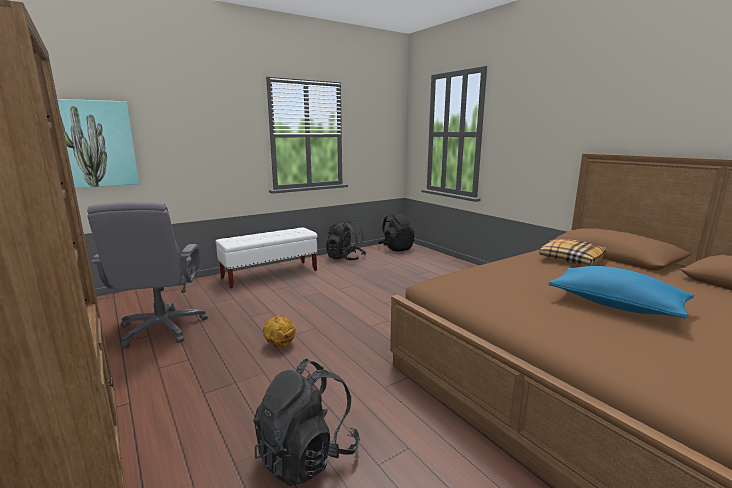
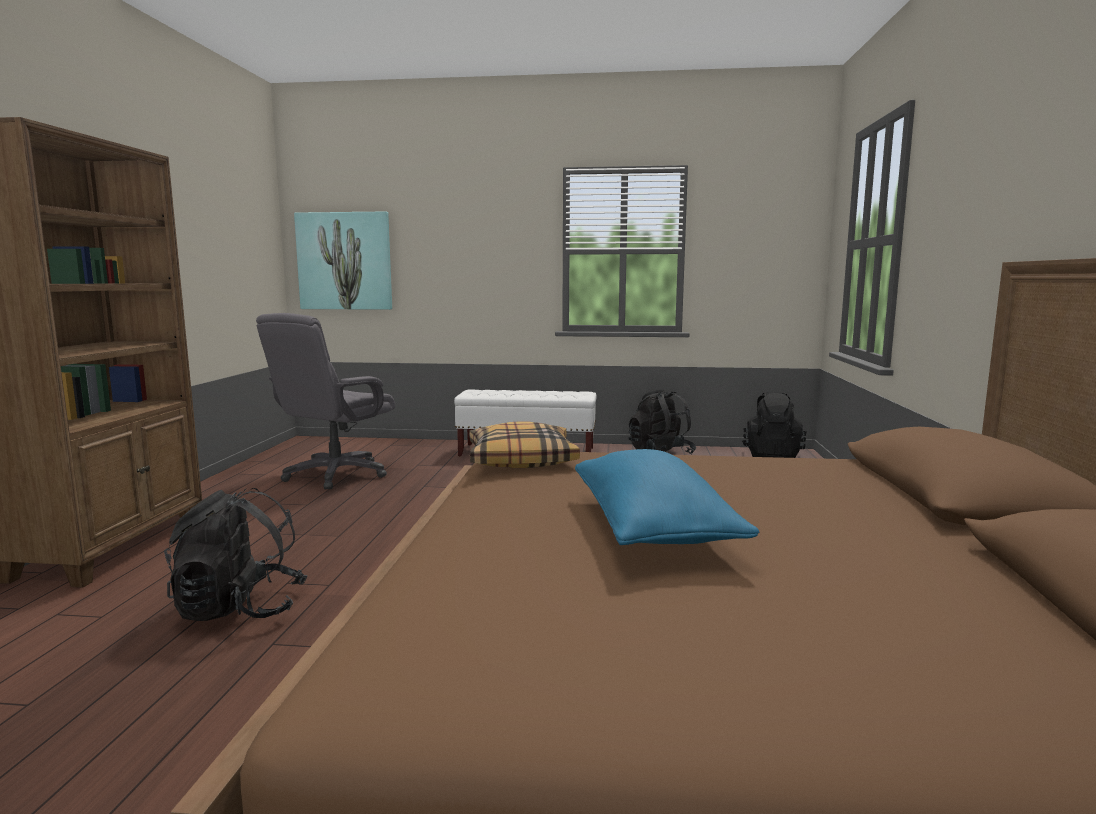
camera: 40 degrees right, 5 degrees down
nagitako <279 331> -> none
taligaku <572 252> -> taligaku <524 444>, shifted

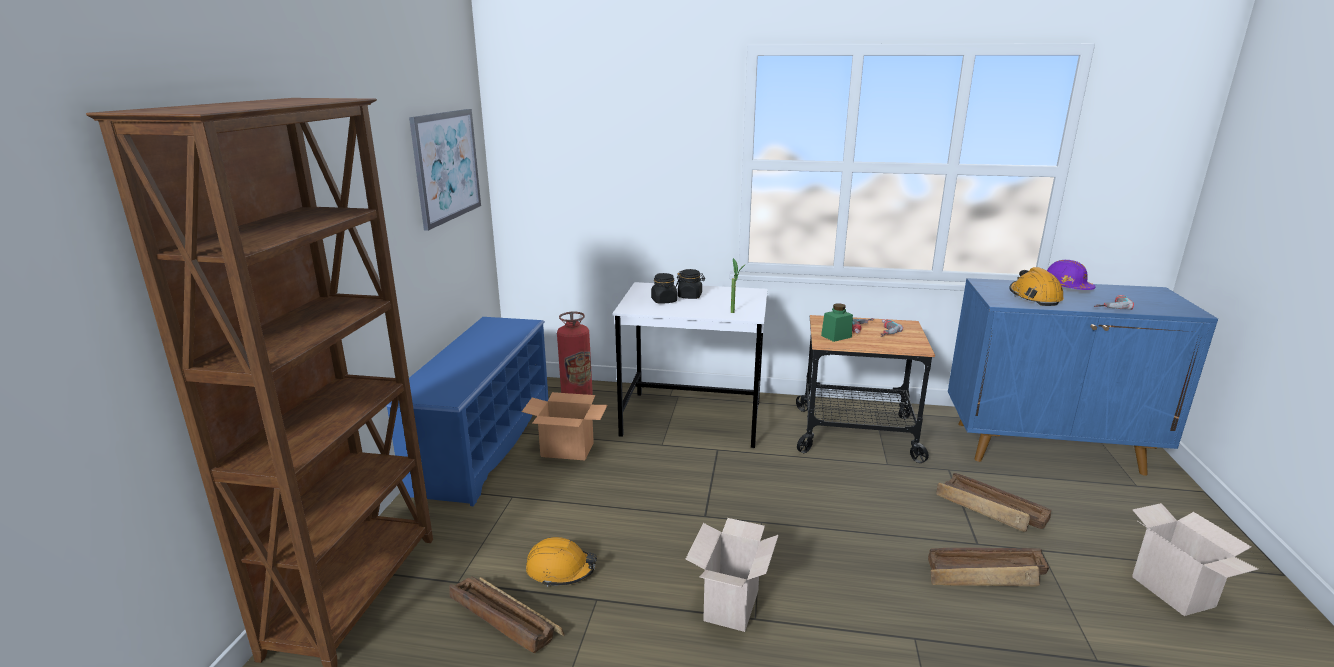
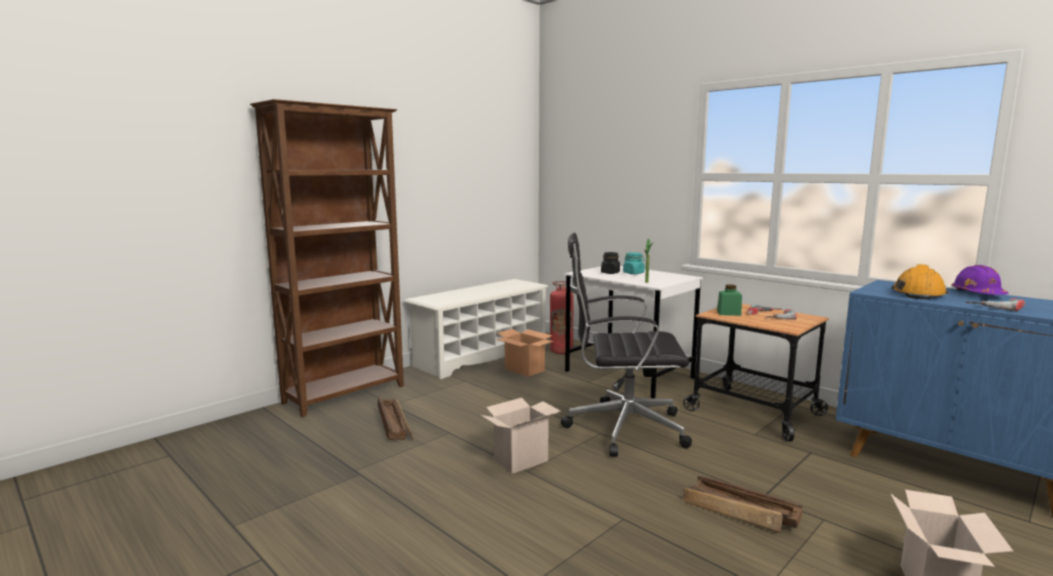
camera: 35 degrees right, 10 degrees down
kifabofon <445 170> -> none
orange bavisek <561 562> -> none
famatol <994 502> -> none
none -> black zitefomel <626 345>
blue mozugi <466 411> -> white mozugi <476 329>
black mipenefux <690 284> -> turquoise mipenefux <634 263>

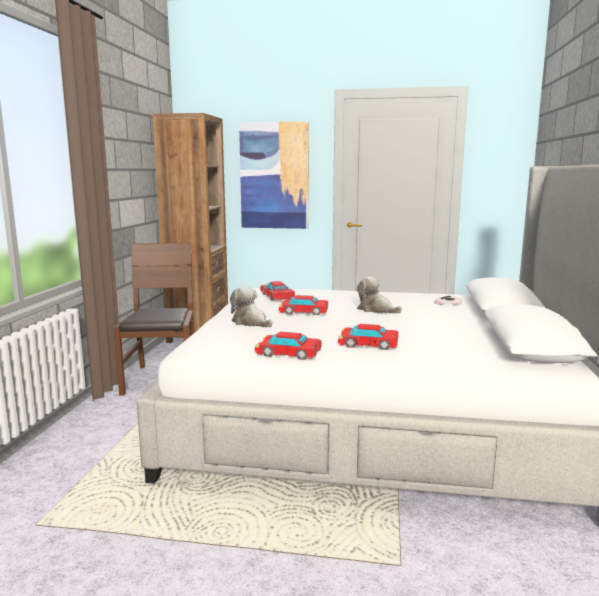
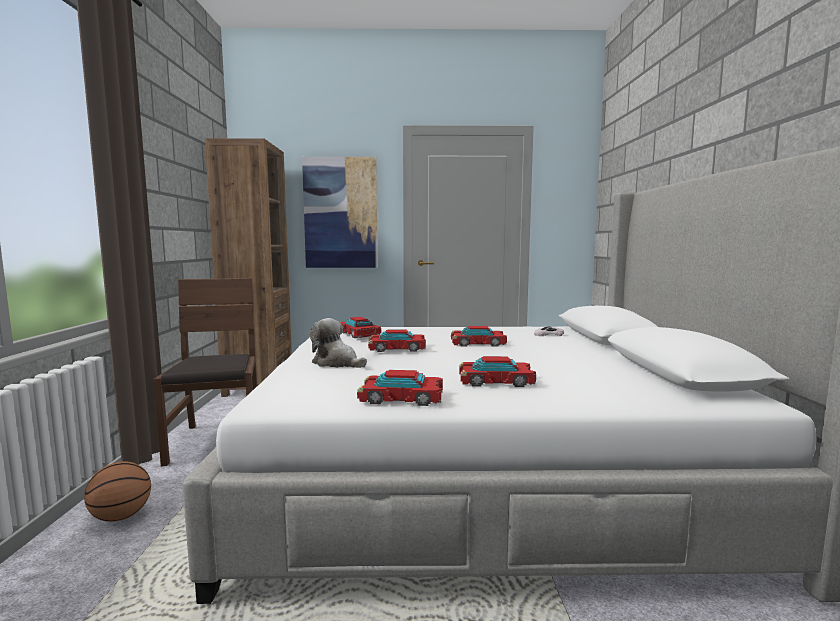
camera: 10 degrees left, 5 degrees down
none -> nagitako <117 491>
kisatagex <379 295> -> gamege <479 336>

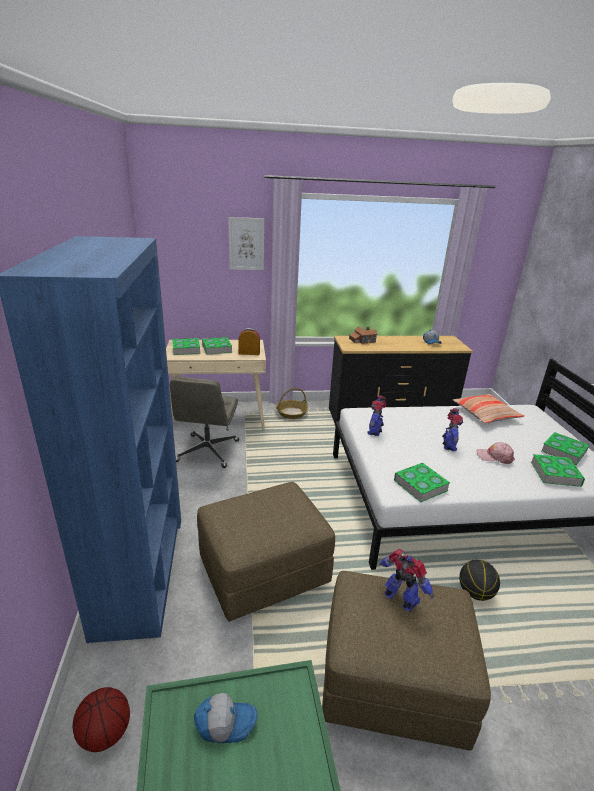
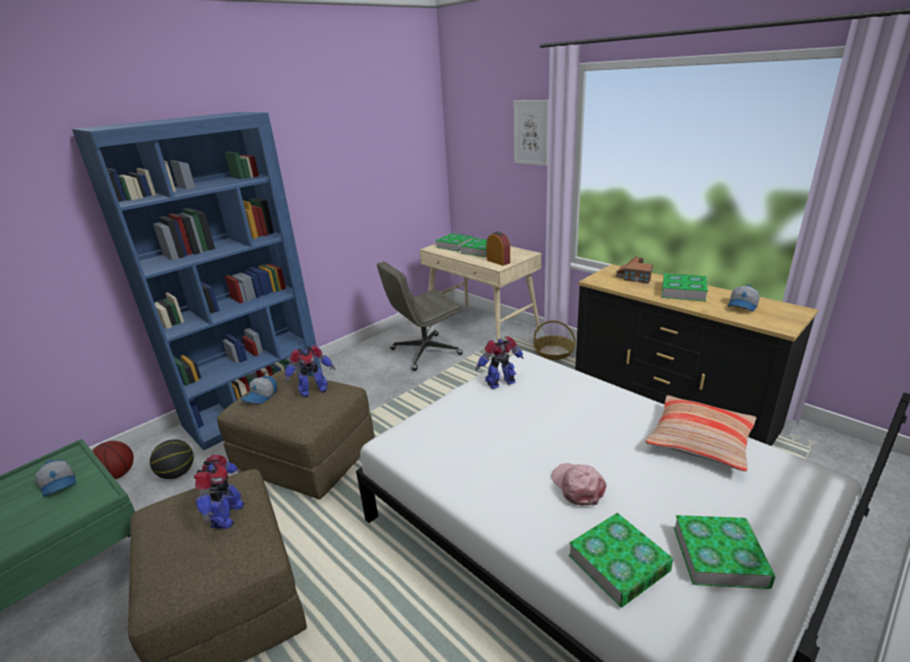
camera: 55 degrees right, 0 degrees up
none -> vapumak <259 389>
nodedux <422 482> -> nodedux <685 287>, shifted
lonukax <452 429> -> lonukax <310 371>, shifted
nagitako <479 580> -> nagitako <172 459>, shifted

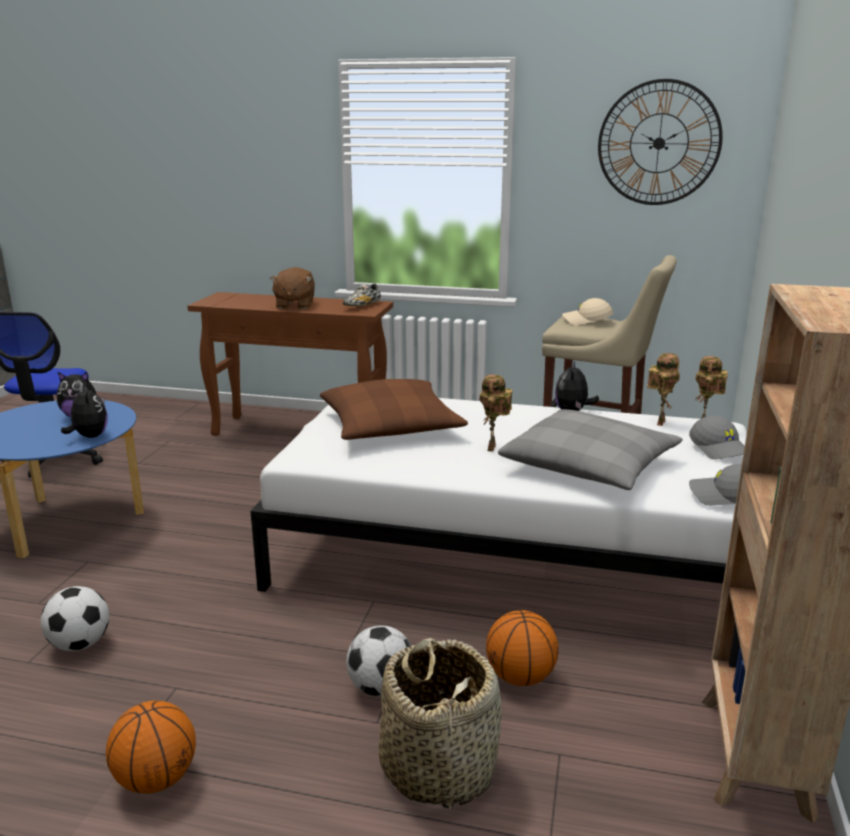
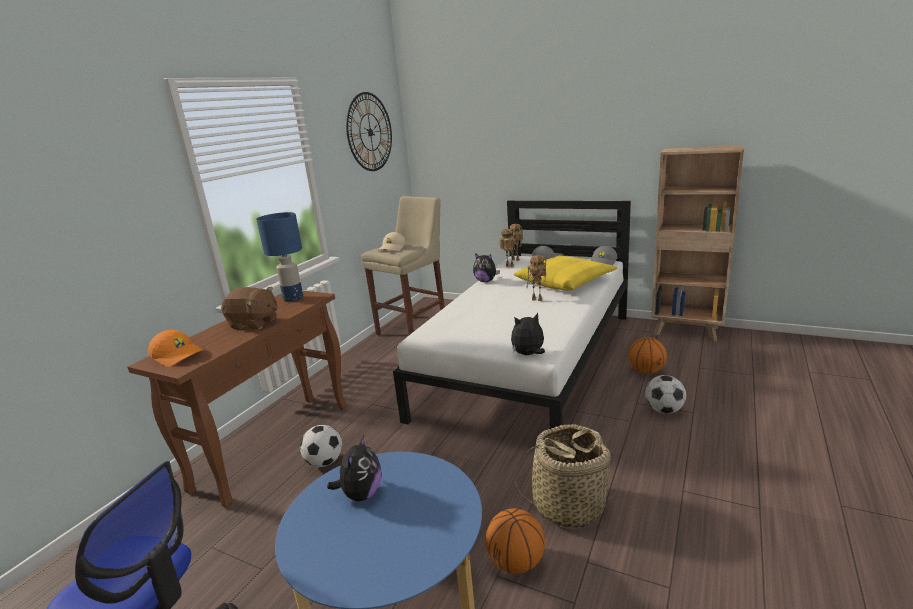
camera: 75 degrees left, 0 degrees up
brown taligaku <394 409> -> none
none -> orange vapumak <176 348>
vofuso <75 618> -> vofuso <321 446>, shifted
kisatagex <84 411> -> kisatagex <528 334>, shifted
nagitako <151 747> -> nagitako <515 541>, shifted
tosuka <440 724> -> tosuka <565 476>, shifted
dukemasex <362 295> -> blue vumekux <279 257>
grey taligaku <590 449> -> yellow taligaku <565 273>

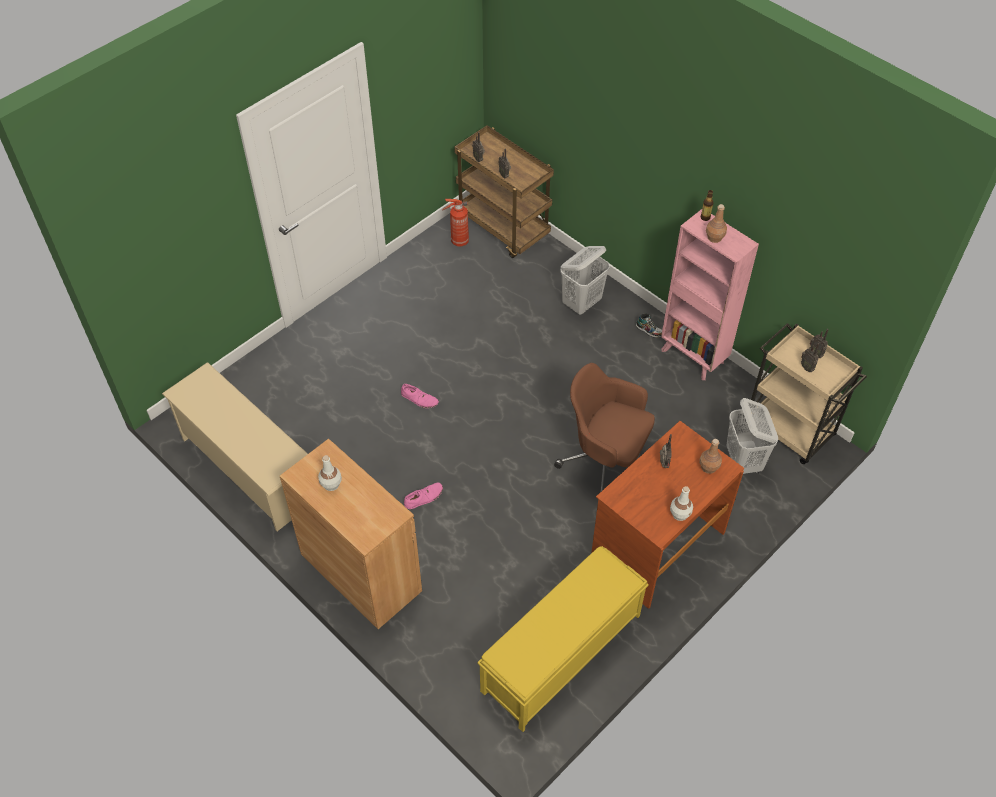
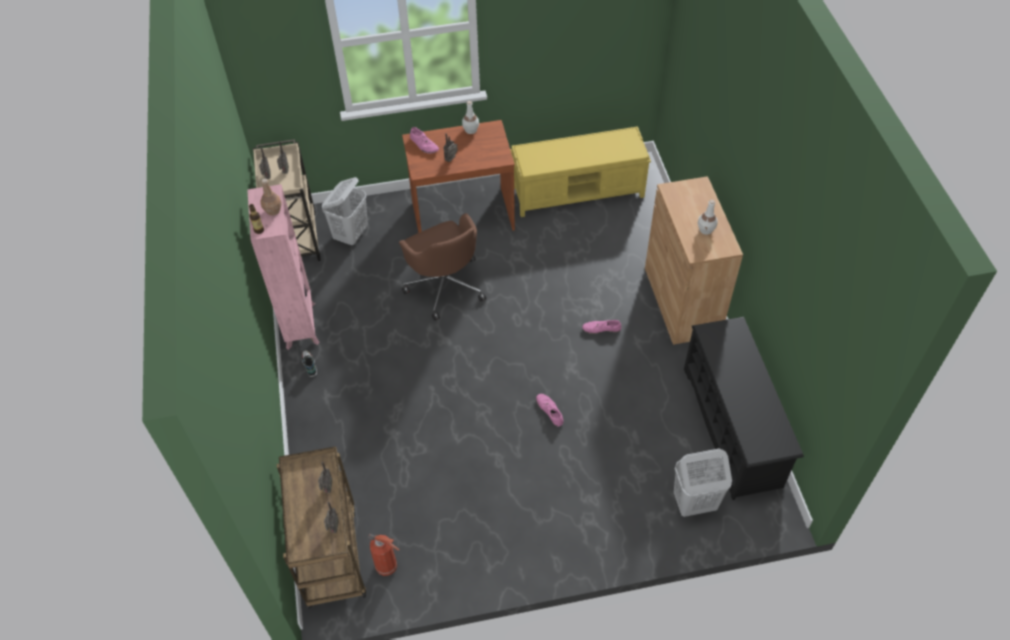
camera: 145 degrees left, 0 degrees up
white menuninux <585 280> -> white menuninux <703 483>, shifted
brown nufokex <710 456> -> pink dukemasex <424 140>
beige mozugi <235 446> -> black mozugi <744 408>

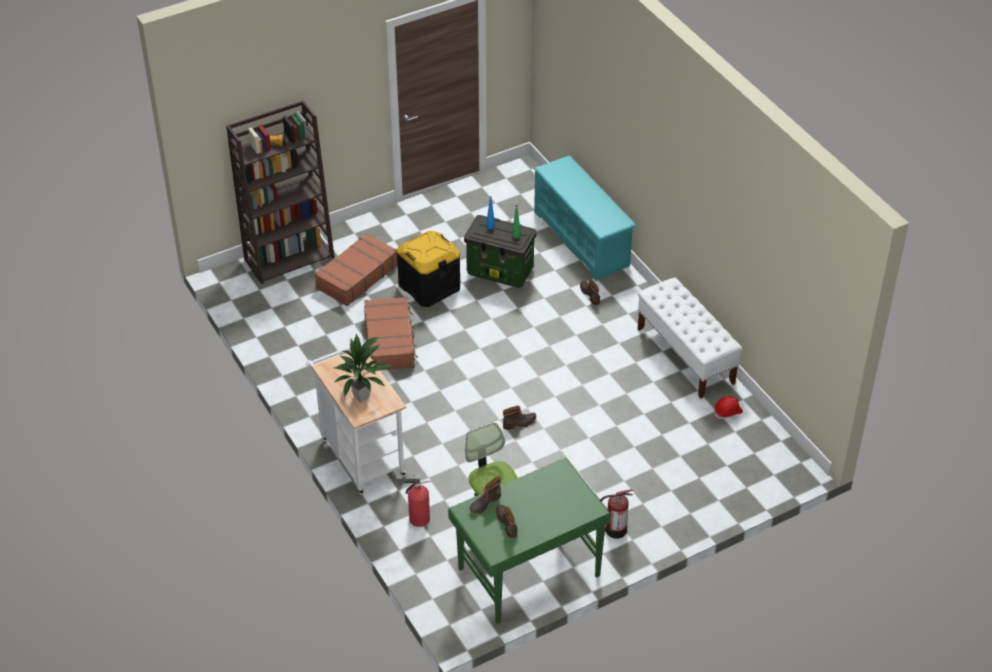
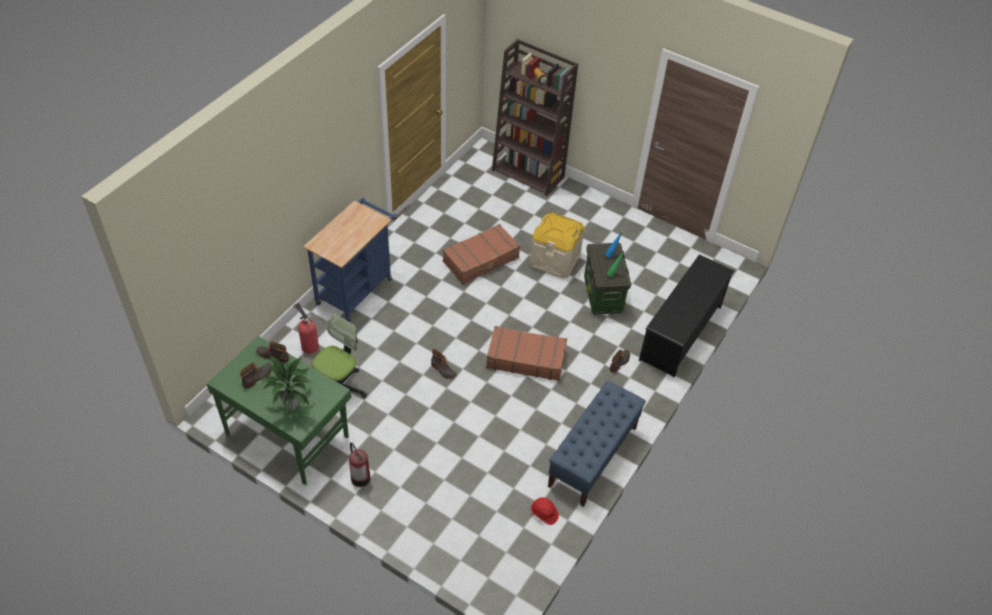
camera: 60 degrees right, 5 degrees up
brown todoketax <356 269> -> brown todoketax <526 353>, shifted
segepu <363 367> -> segepu <284 384>, shifted
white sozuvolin <356 420> -> blue sozuvolin <350 260>
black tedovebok <428 269> -> beige tedovebok <557 245>
turquoise mozugi <585 218> -> black mozugi <686 315>
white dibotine <690 338> -> blue dibotine <597 444>

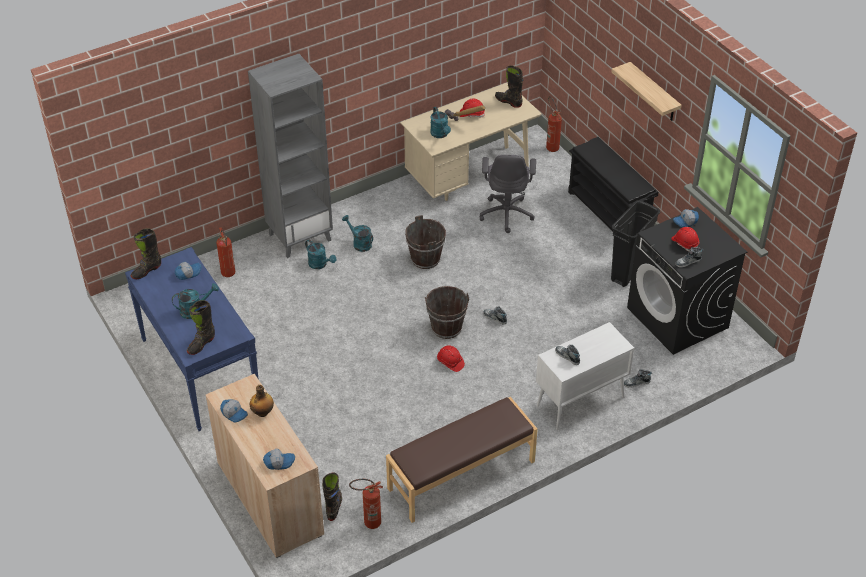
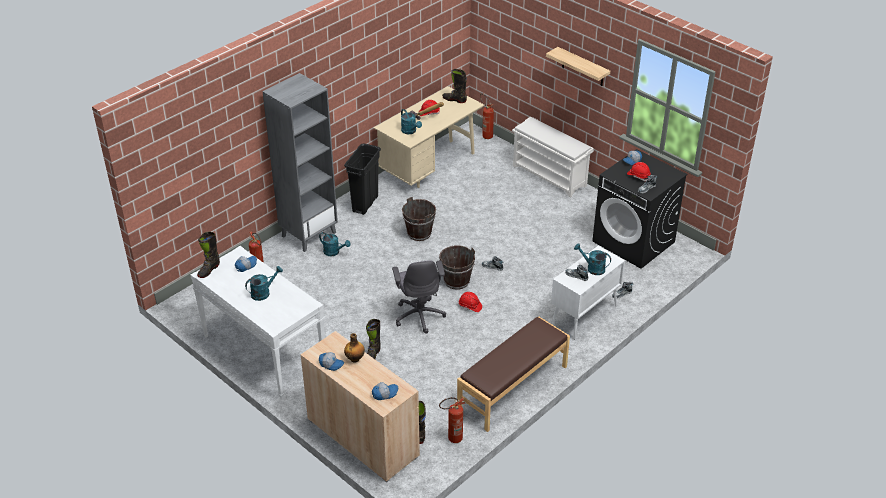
camera: 15 degrees left, 5 degrees down
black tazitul <201 327> -> black tazitul <373 339>, shifted
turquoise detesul <357 233> -> turquoise detesul <592 259>, shifted
grey zitefomel <508 194> -> grey zitefomel <419 297>, shifted
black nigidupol <635 243> -> black nigidupol <362 179>, shifted
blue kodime <191 339> -> white kodime <258 322>
black mozugi <613 184> -> white mozugi <553 157>

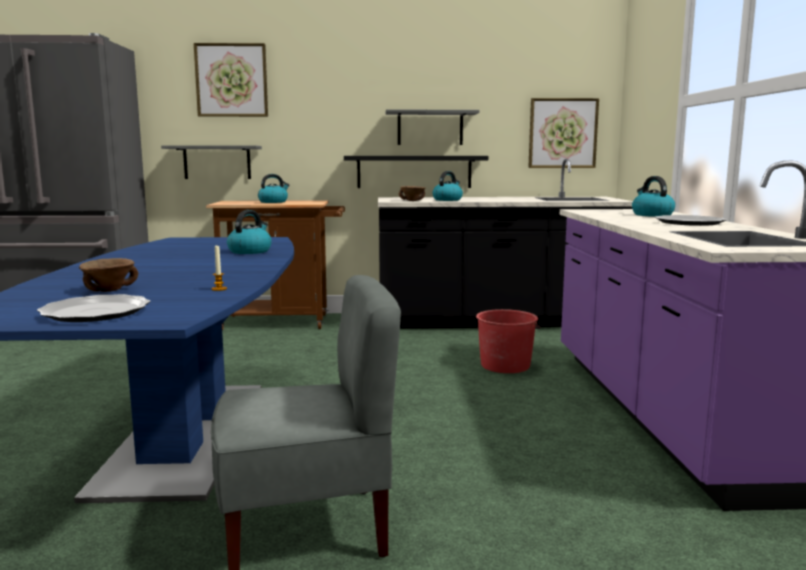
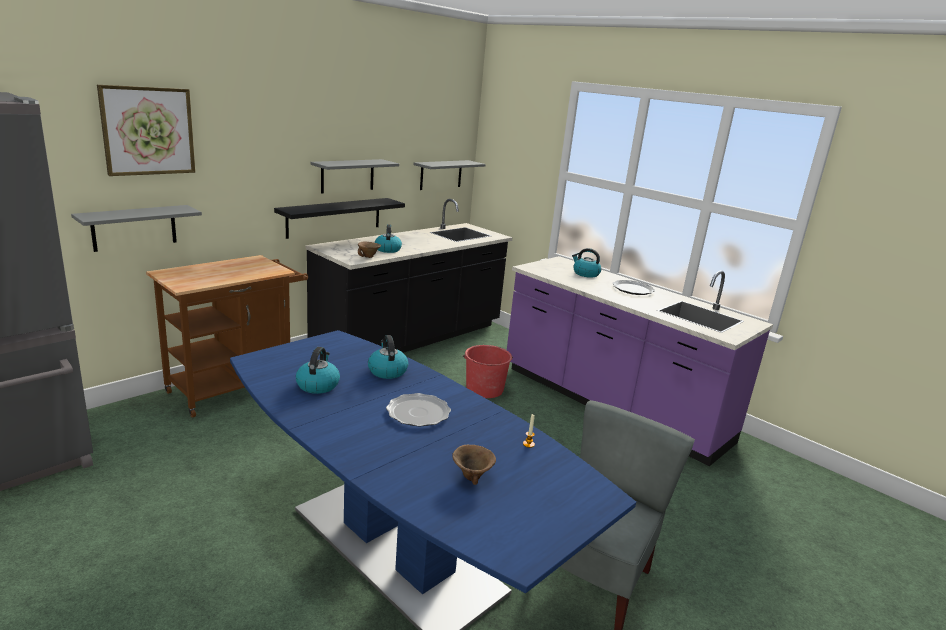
camera: 45 degrees left, 10 degrees up
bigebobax <93 308> -> bigebobax <418 409>, shifted
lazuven <273 188> -> lazuven <318 370>, shifted
kifabofon <563 133> -> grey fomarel <450 175>

